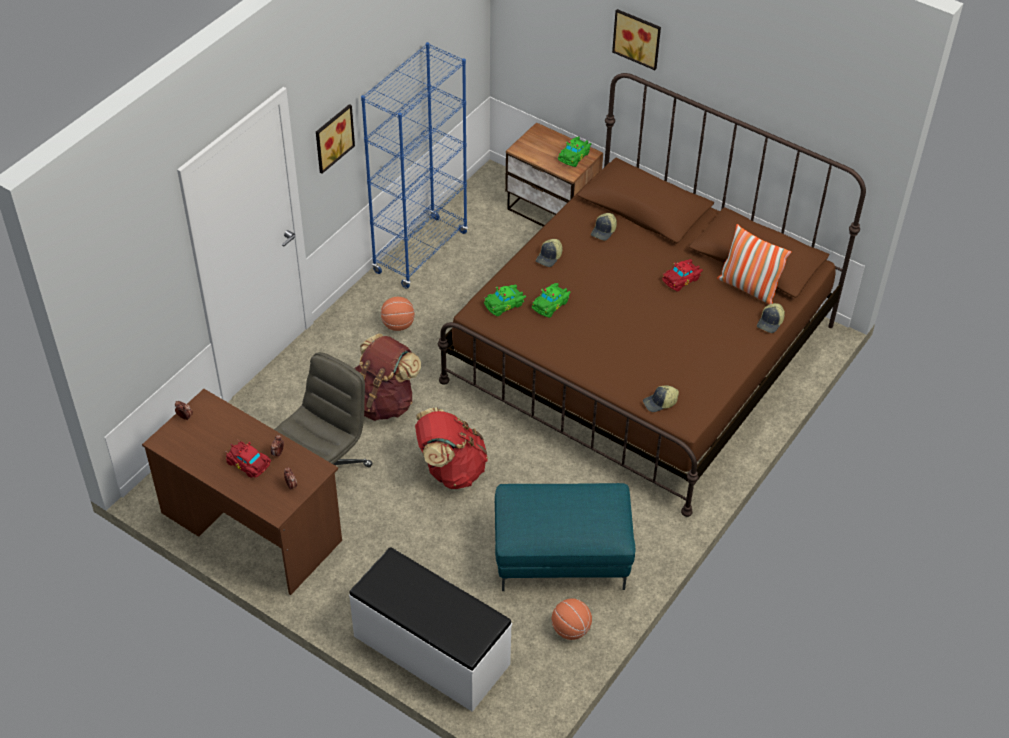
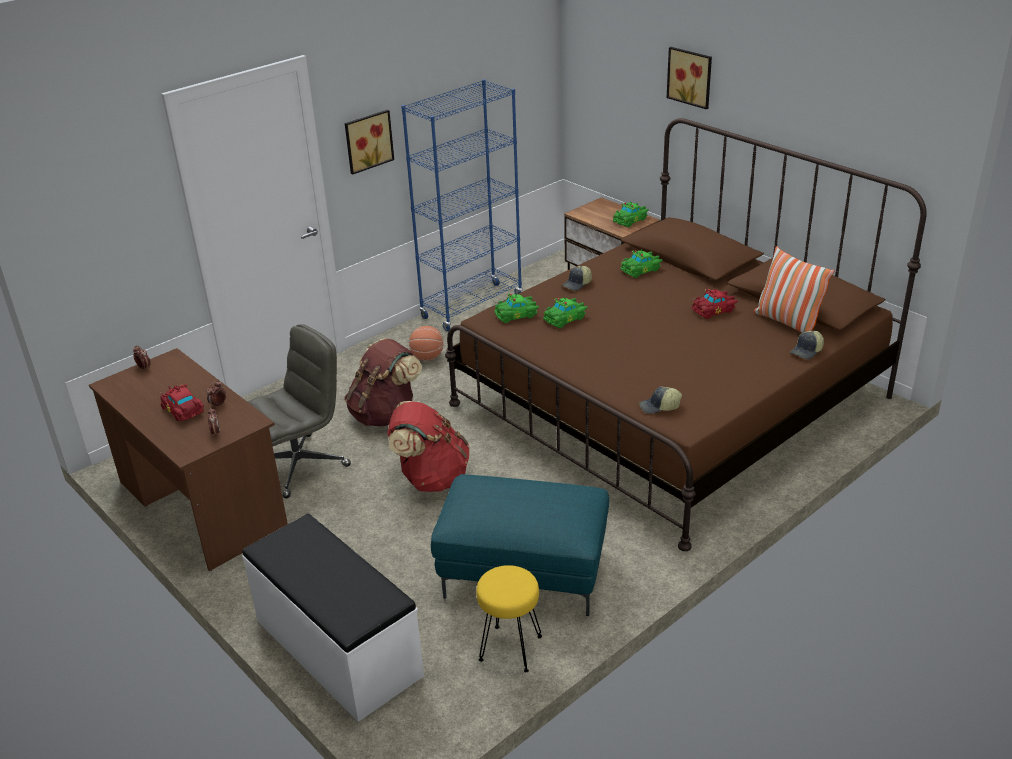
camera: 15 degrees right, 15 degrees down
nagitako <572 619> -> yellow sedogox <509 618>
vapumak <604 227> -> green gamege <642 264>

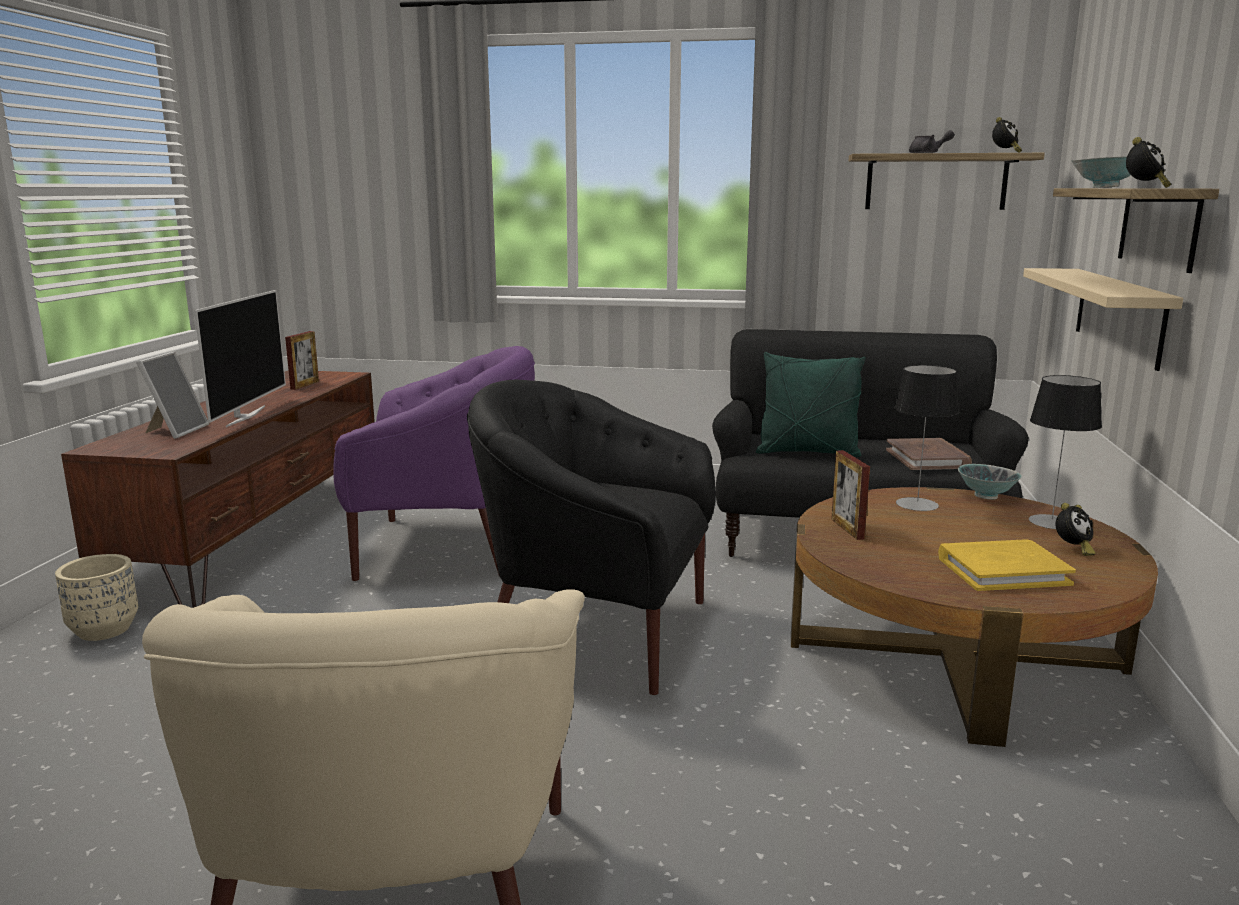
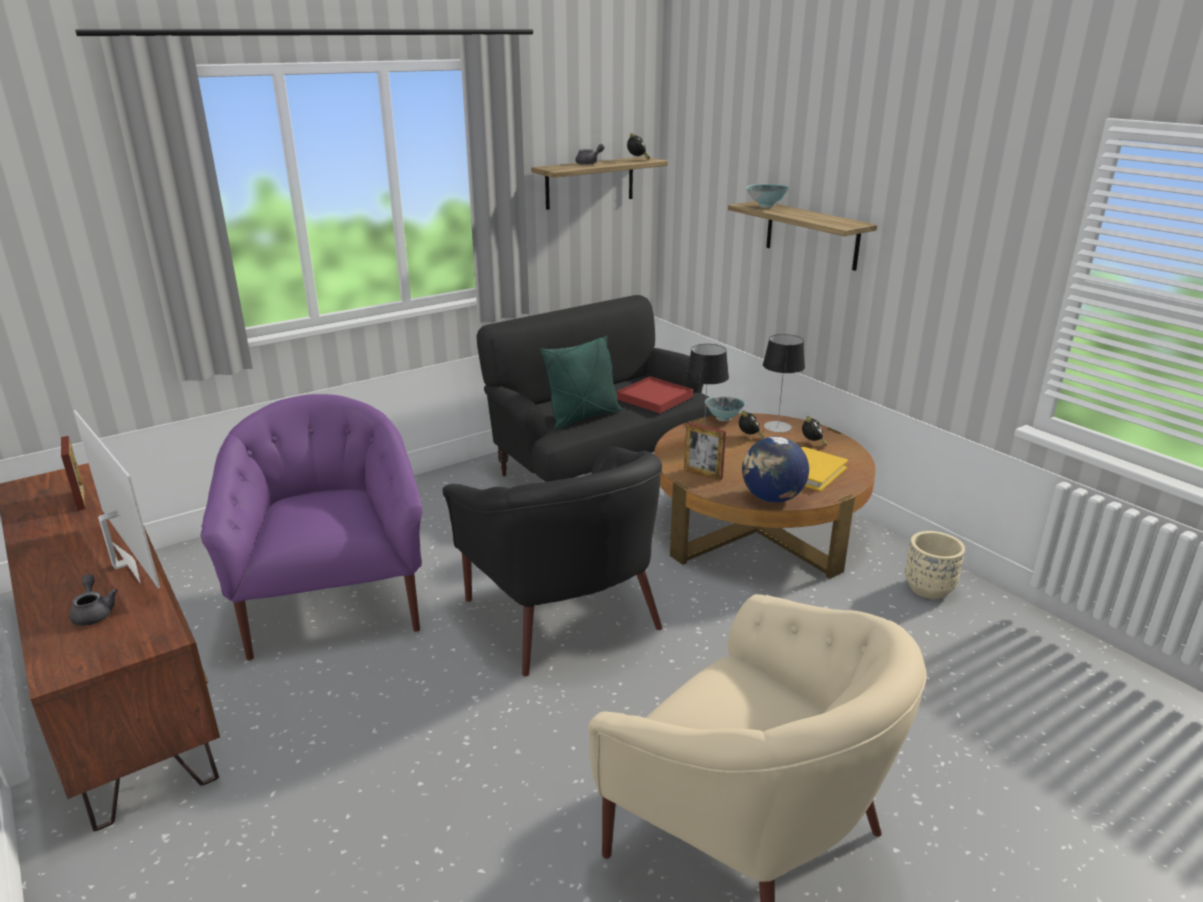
camera: 45 degrees left, 10 degrees up
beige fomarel <1103 319> -> none
none -> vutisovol <775 470>
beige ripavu <96 597> -> beige ripavu <935 565>, shifted
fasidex <1148 162> -> fasidex <752 424>, shifted
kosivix <173 395> -> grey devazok <93 600>
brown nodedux <929 454> -> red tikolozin <654 394>
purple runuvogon <434 463> -> purple runuvogon <311 527>, 60 degrees counterclockwise
black runuvogon <591 537> -> black runuvogon <552 561>, 90 degrees counterclockwise

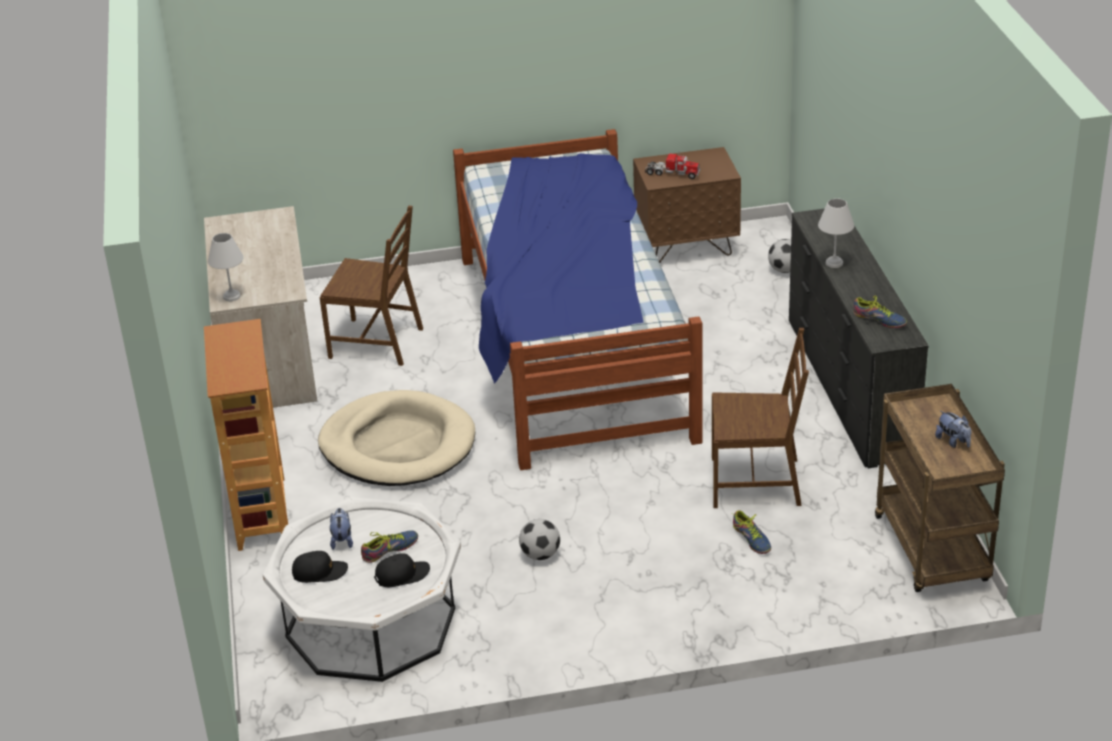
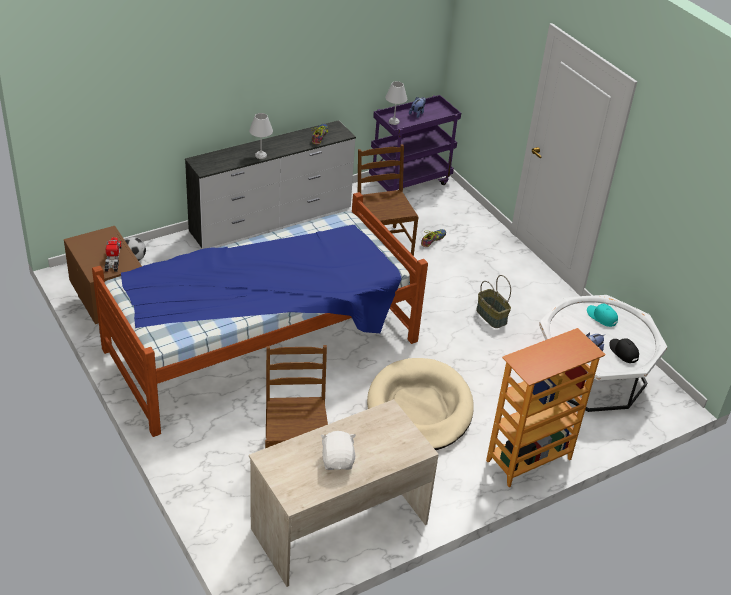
camera: 115 degrees left, 5 degrees up
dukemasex <389 546> -> none
none -> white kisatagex <338 450>
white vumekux <226 267> -> white vumekux <396 103>, shifted
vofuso <539 539> -> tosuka <493 301>
black vapumak <402 570> -> turquoise vapumak <602 315>
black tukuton <859 338> -> white tukuton <270 184>
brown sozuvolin <940 488> -> purple sozuvolin <415 143>

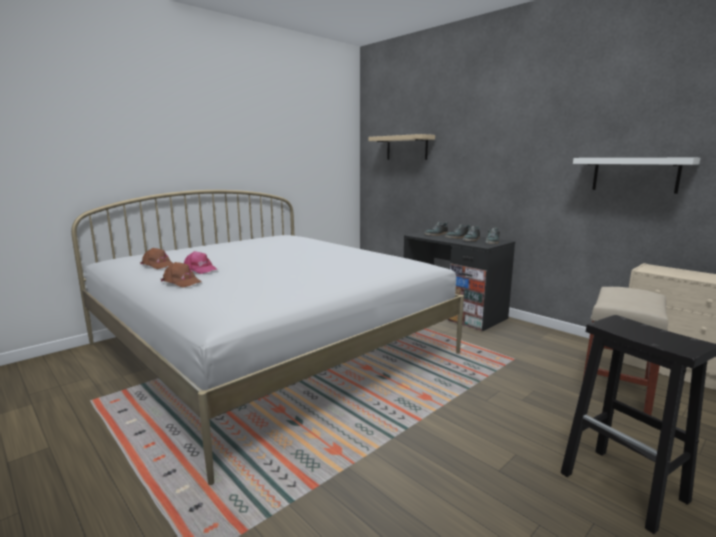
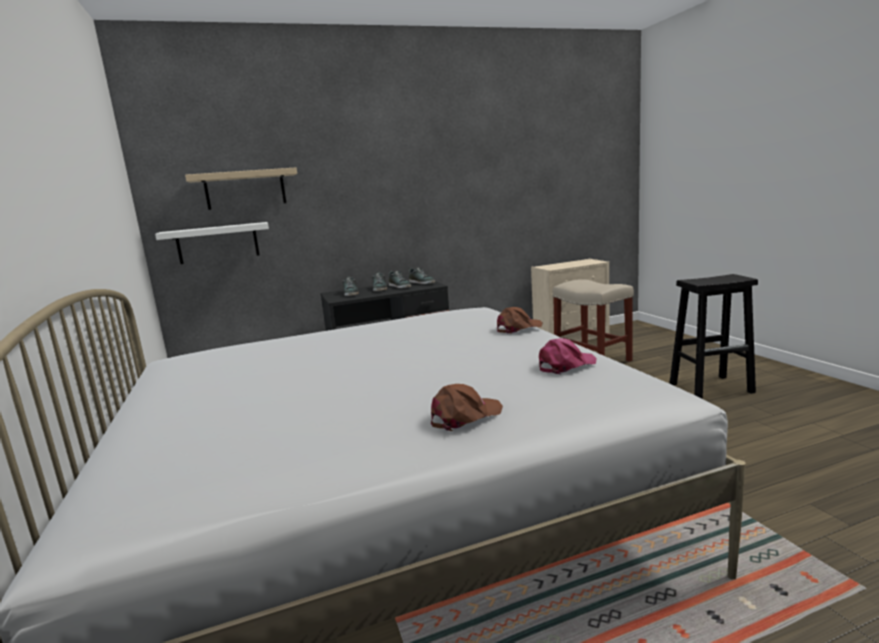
camera: 65 degrees left, 0 degrees up
brown vapumak <156 258> -> brown vapumak <520 320>, shifted
pink vapumak <200 262> -> pink vapumak <568 356>, shifted
white fomarel <636 176> -> white fomarel <212 243>, shifted

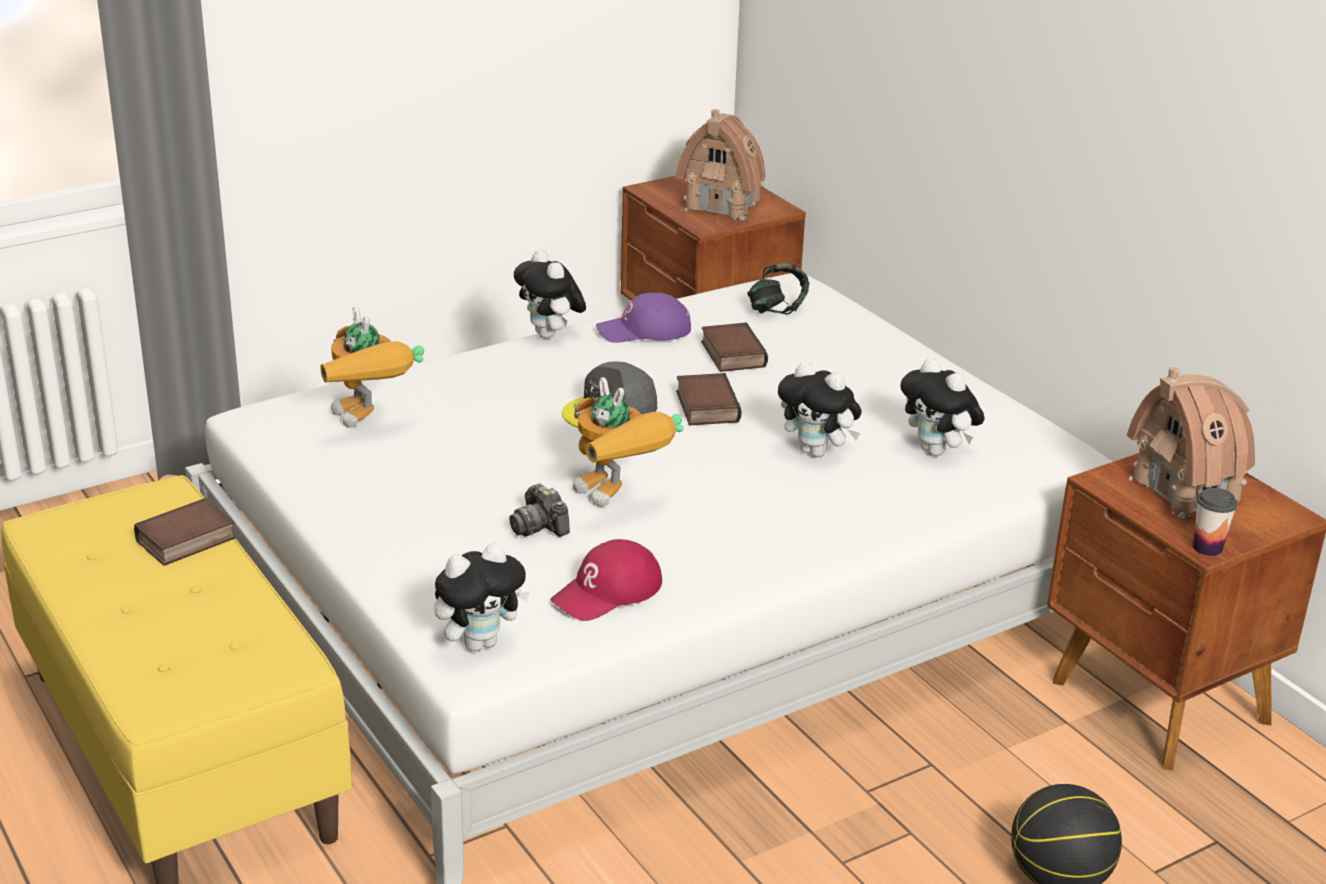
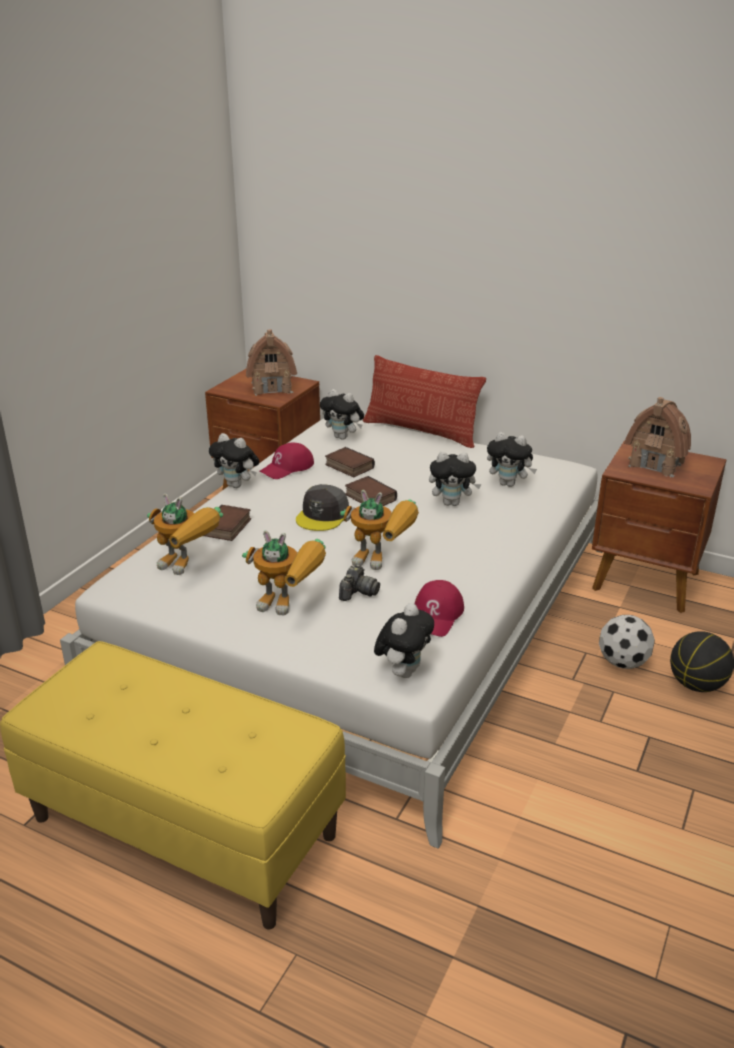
camera: 30 degrees left, 0 degrees up
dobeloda <1215 522> -> none
none -> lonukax <284 572>
none -> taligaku <424 401>
none -> vofuso <627 642>
nodedux <185 532> -> nodedux <227 523>, shifted
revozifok <778 289> -> kisatagex <342 414>
purple vapumak <643 318> -> red vapumak <287 461>
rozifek <539 510> -> rozifek <359 582>, 90 degrees counterclockwise

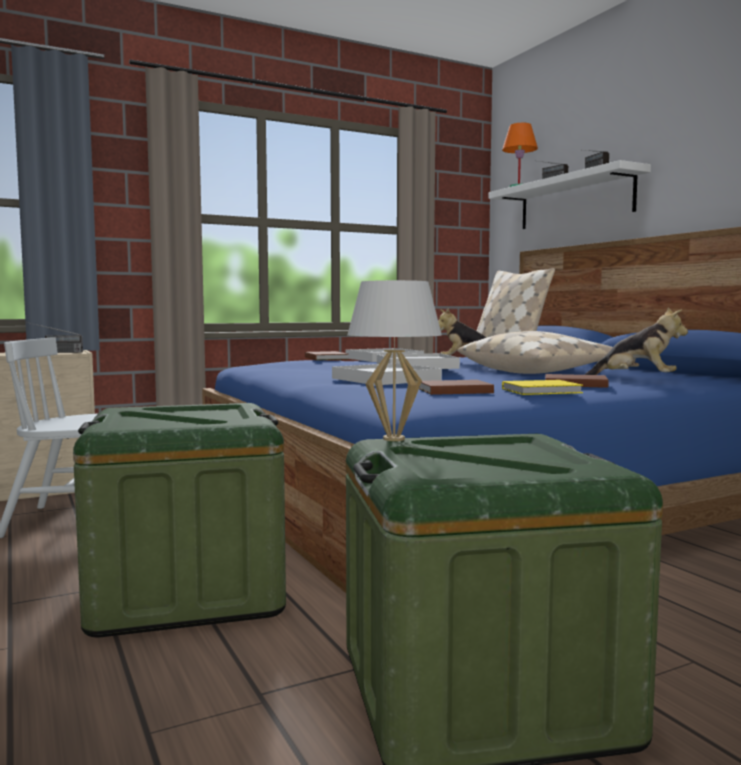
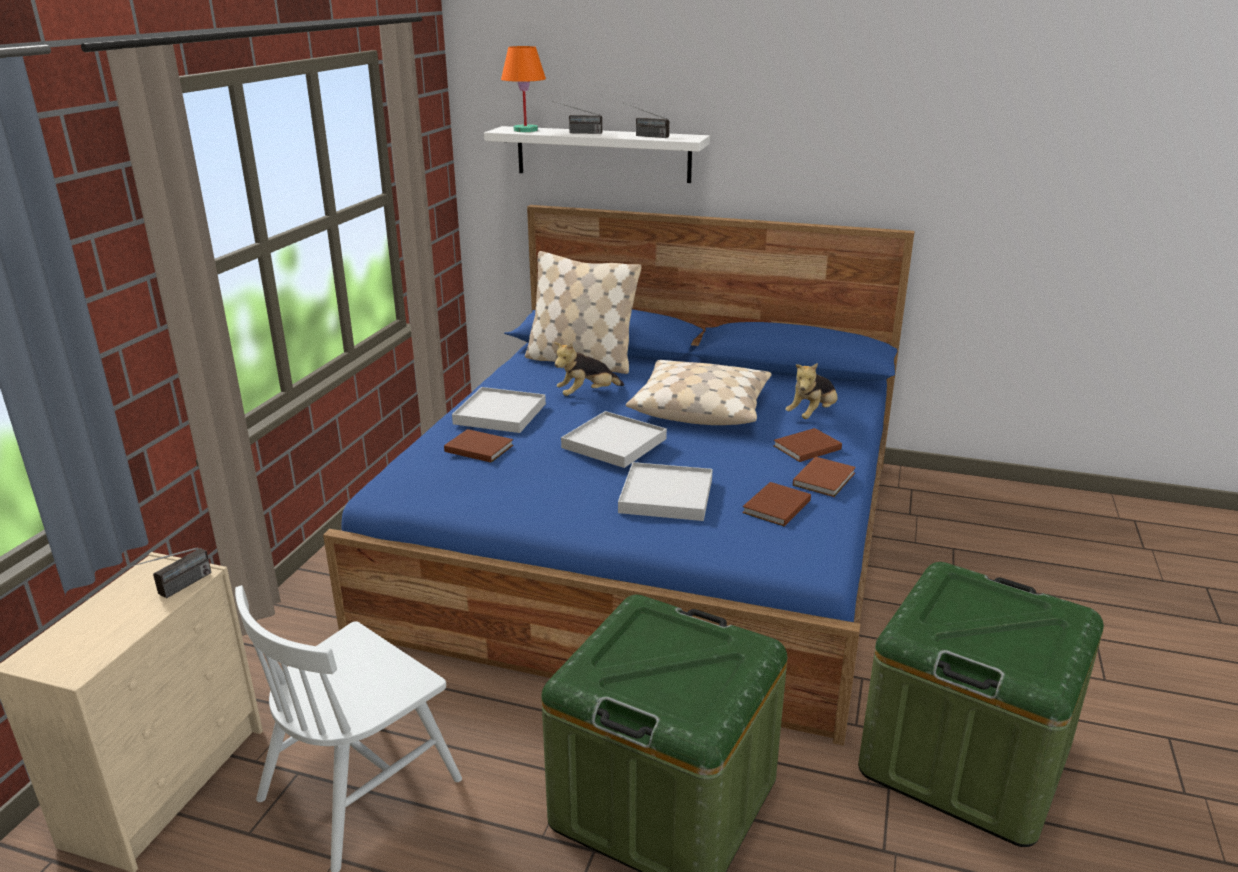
camera: 45 degrees left, 20 degrees up
white vumekux <394 360> -> none
yellow nodedux <542 387> -> brown nodedux <824 477>
kisatagex <636 341> -> kisatagex <811 391>, 150 degrees clockwise

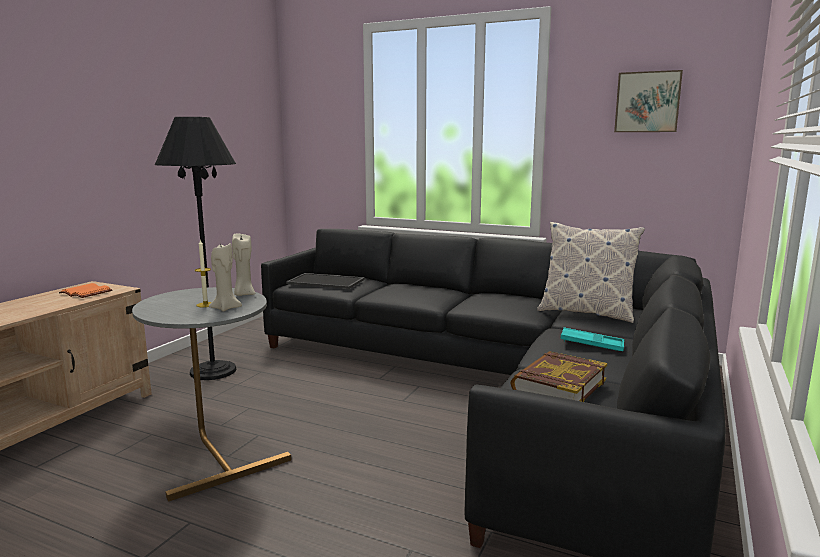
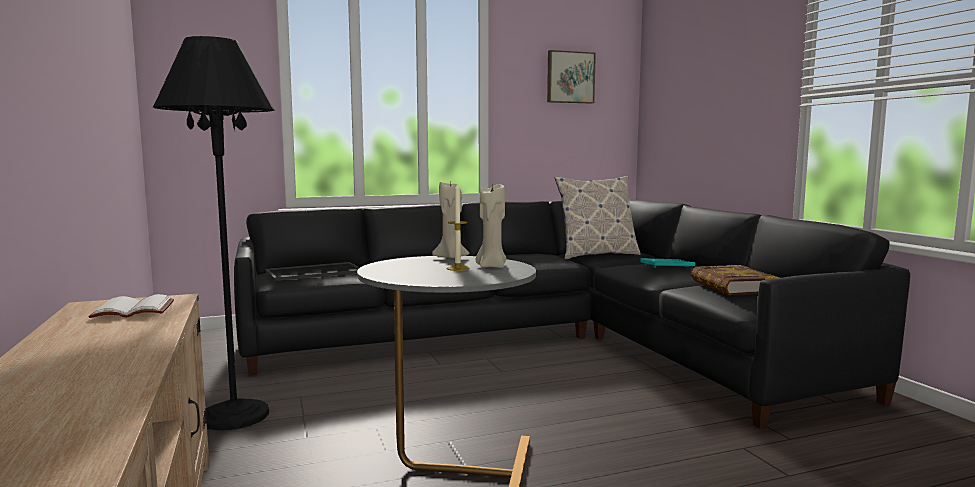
camera: 45 degrees left, 5 degrees down
orange nodedux <85 290> -> white nodedux <131 306>

